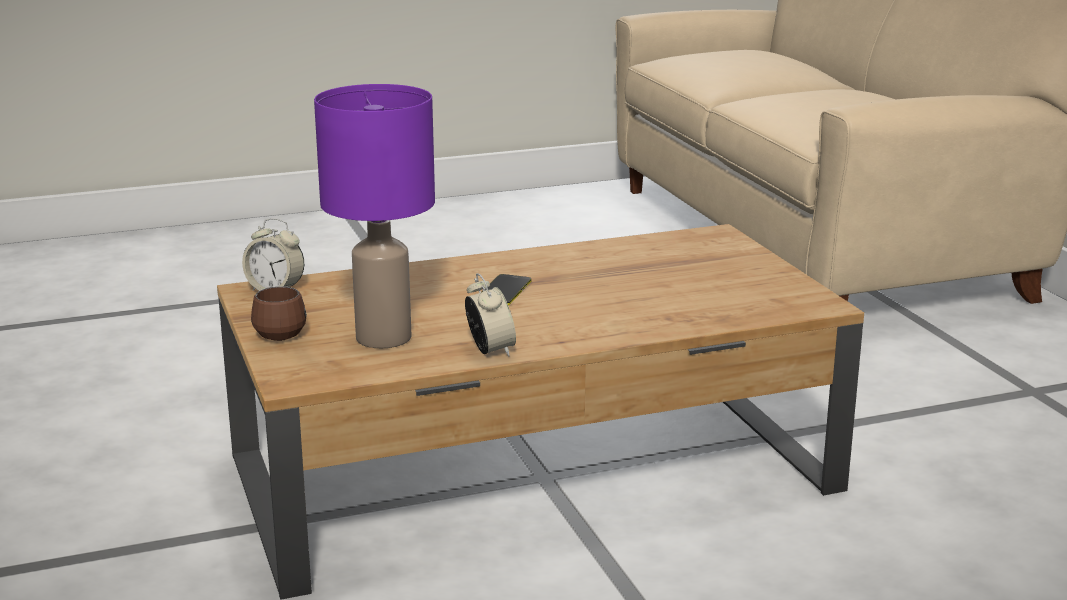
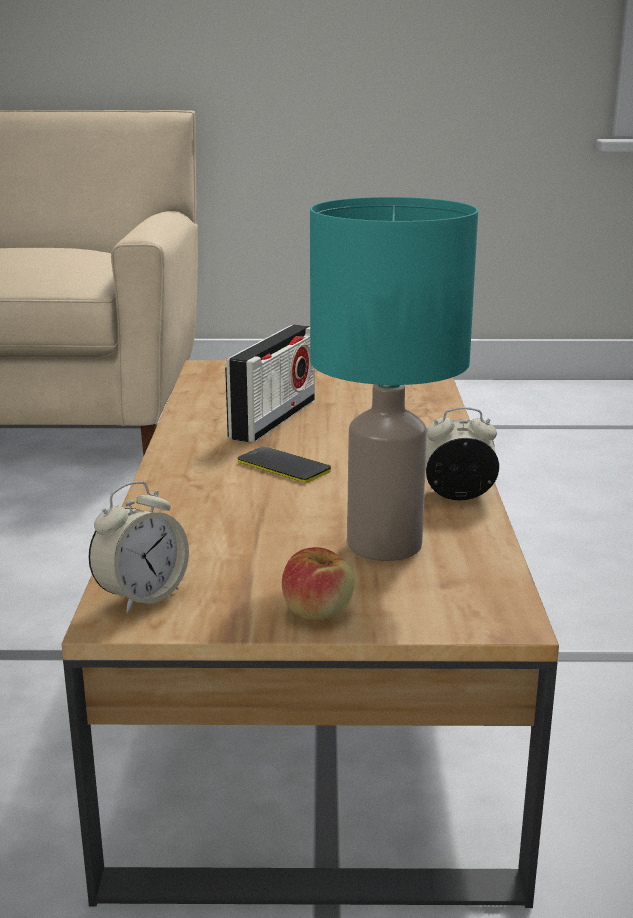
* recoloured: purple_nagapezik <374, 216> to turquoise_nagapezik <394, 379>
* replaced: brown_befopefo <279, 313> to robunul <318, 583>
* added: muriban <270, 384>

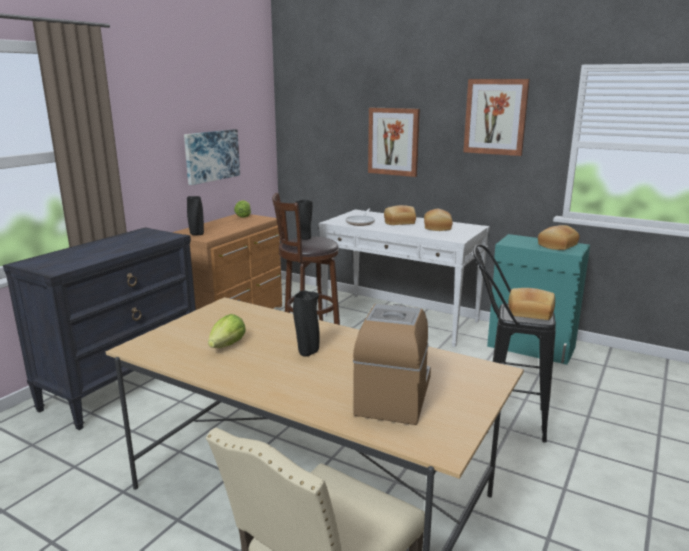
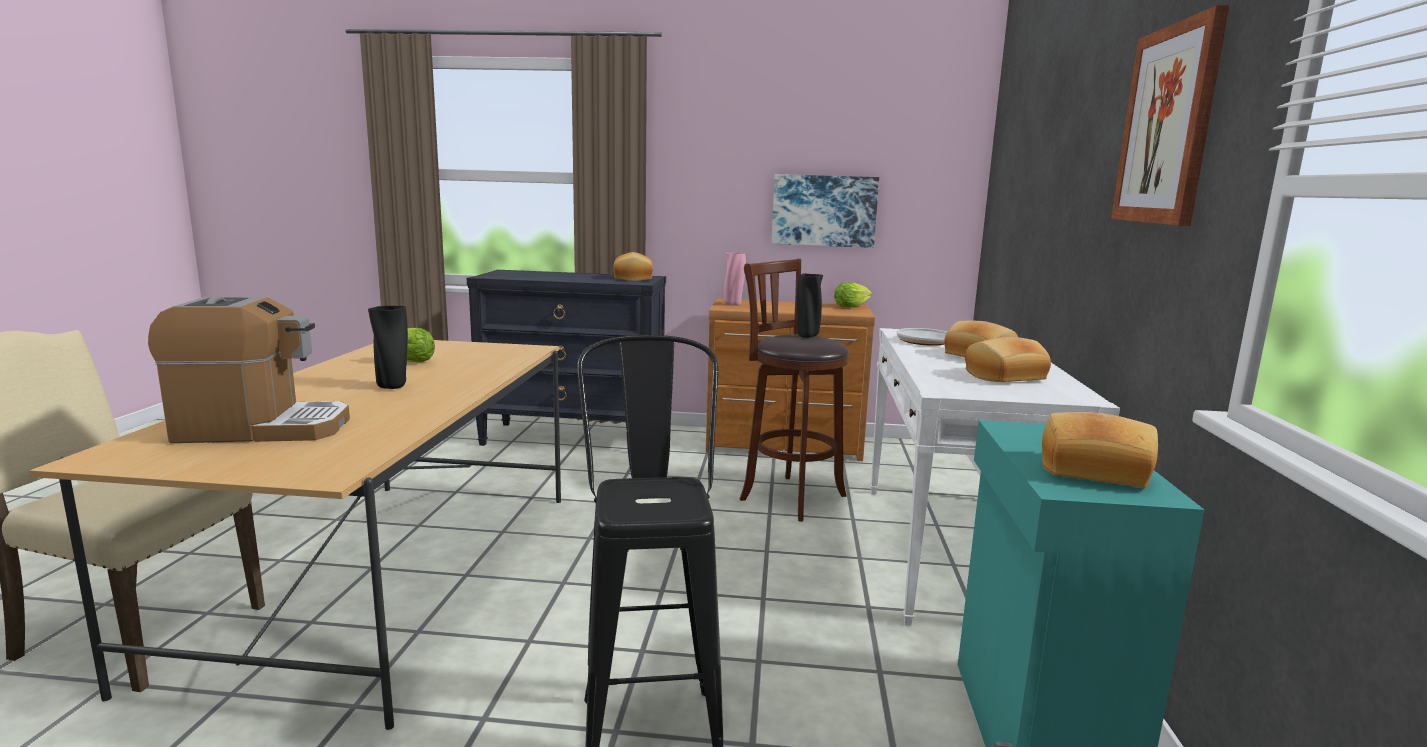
* removed: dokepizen <394, 142>
* recoloured: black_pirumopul <195, 216> to pink_pirumopul <735, 279>
* moved: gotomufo <531, 304> to <633, 266>

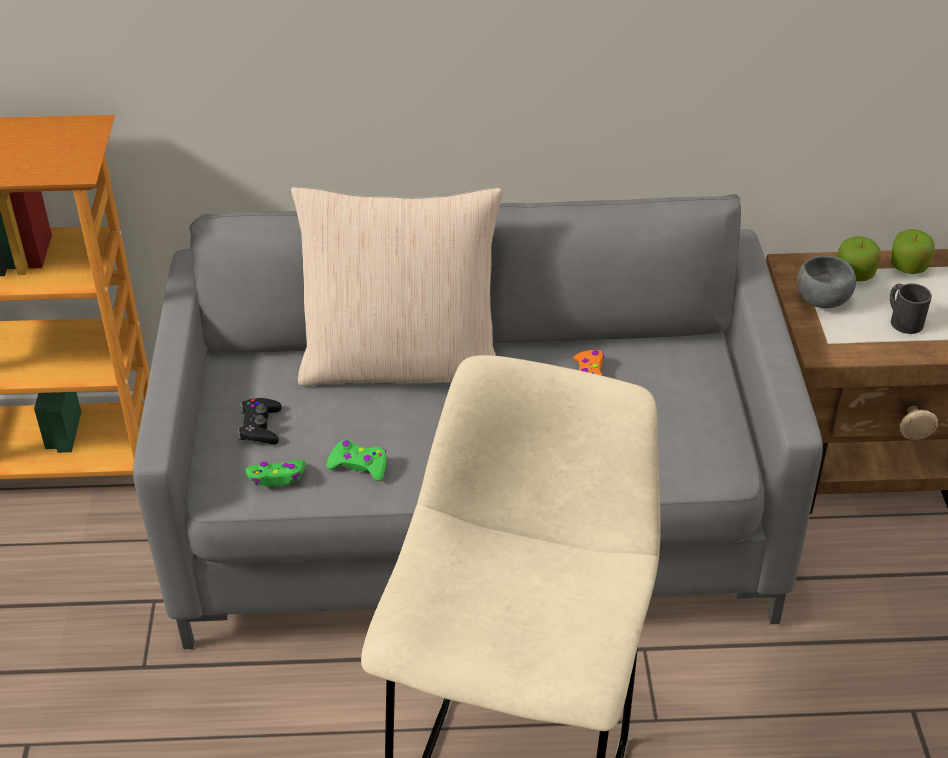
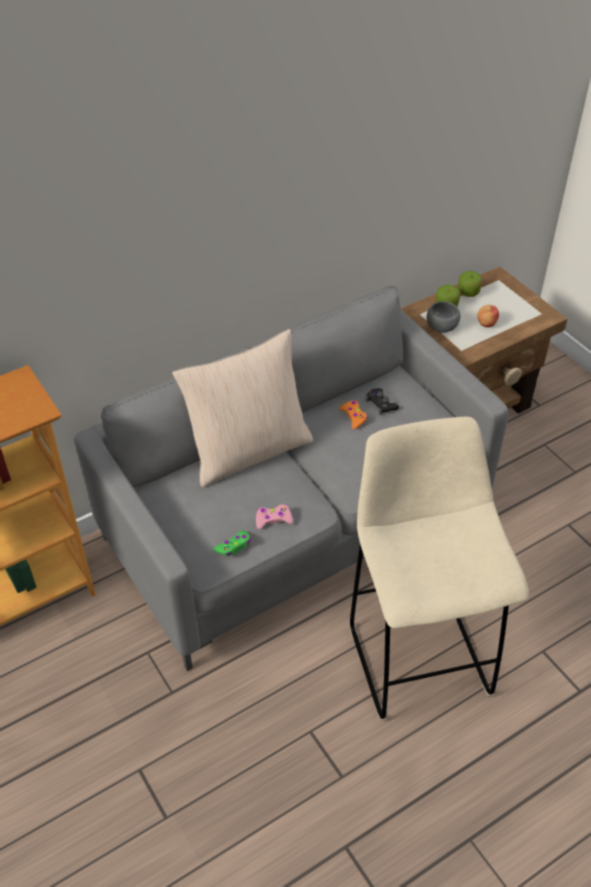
* replaced: black_befopefo <911, 308> to robunul <488, 316>
* moved: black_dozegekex <259, 421> to <382, 401>
* recoloured: green_dozegekex <357, 460> to pink_dozegekex <274, 516>

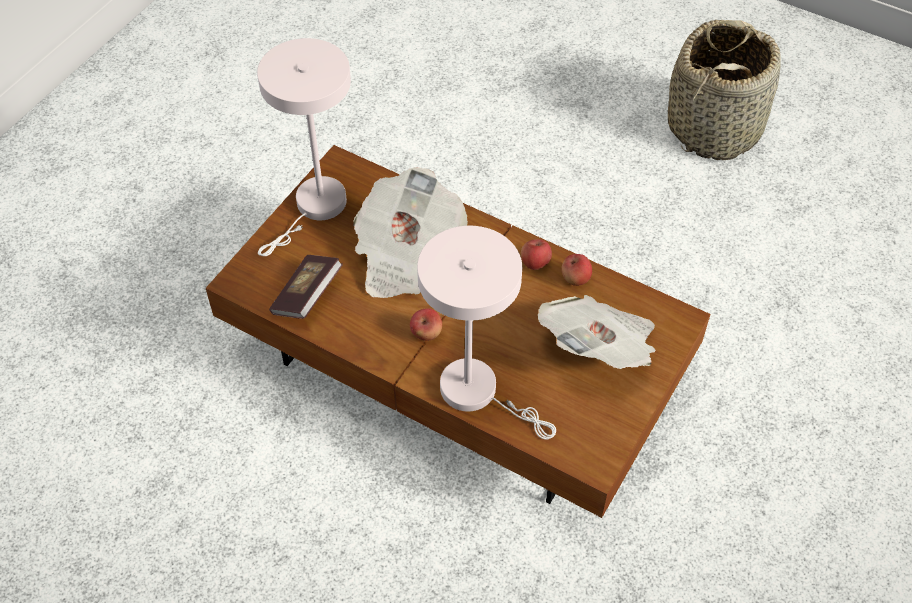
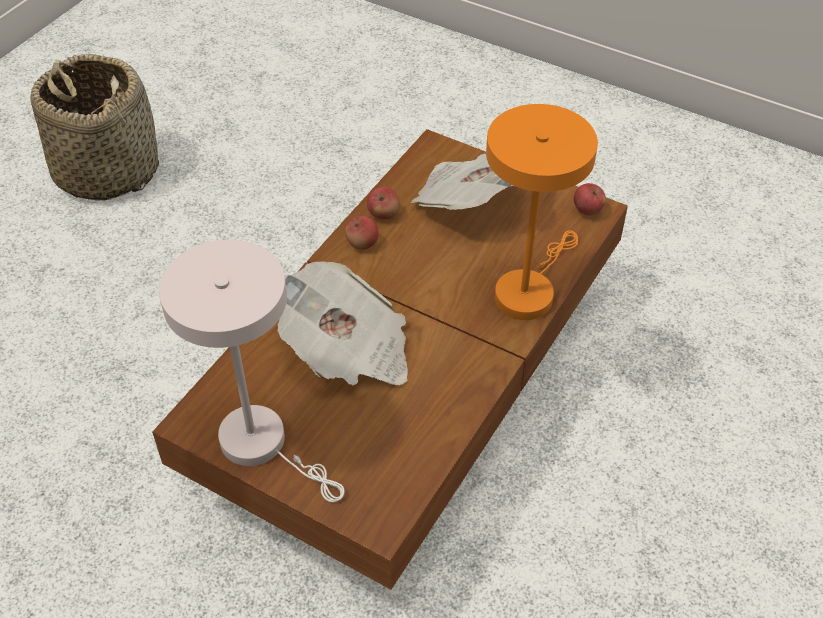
* recoloured: white_nagapezik <486, 333> to orange_nagapezik <542, 212>
* removed: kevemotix <306, 287>
* moved: robunul <426, 324> to <590, 199>

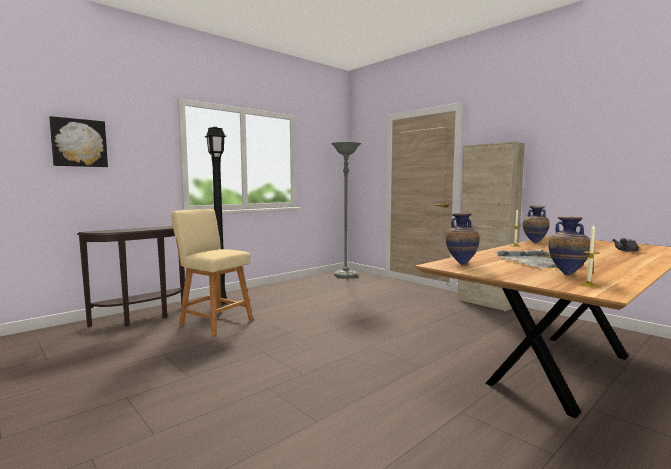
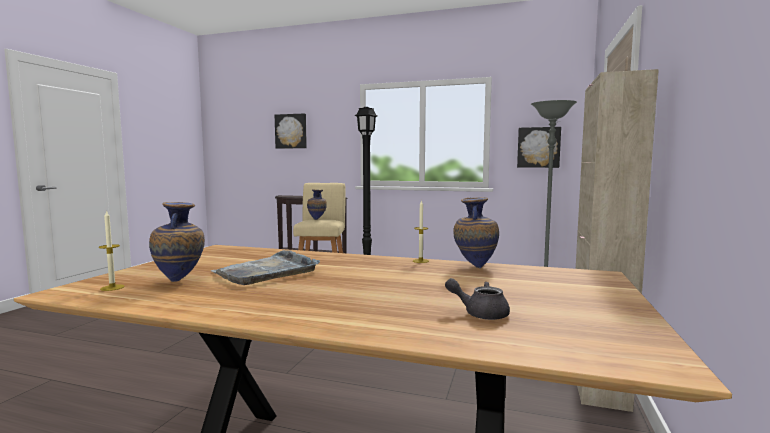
* moved: pirumopul <463, 239> to <317, 204>
* added: dokepizen <539, 147>

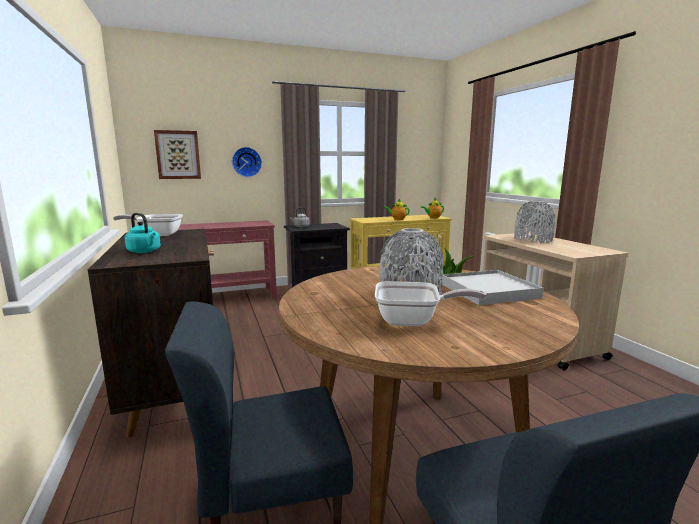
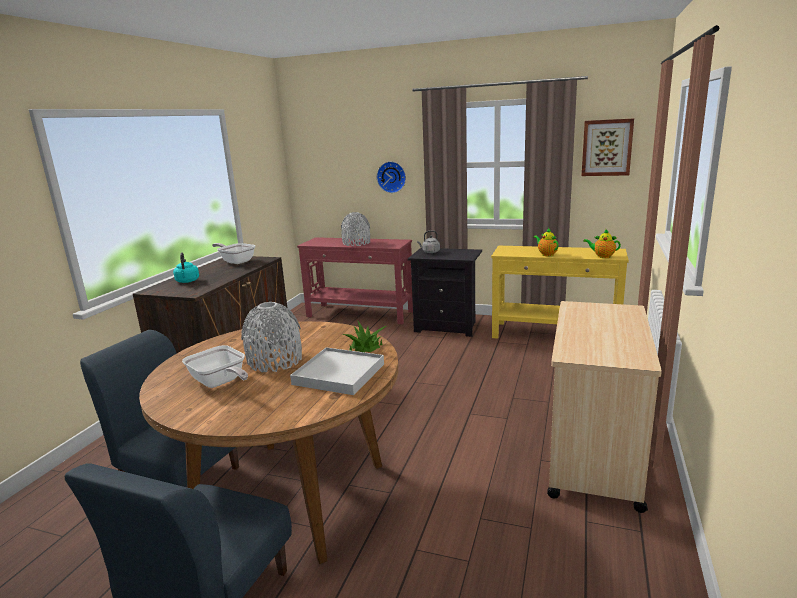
* moved: dokepizen <177, 154> to <608, 147>
* moved: grey_pirumopul <534, 221> to <355, 229>

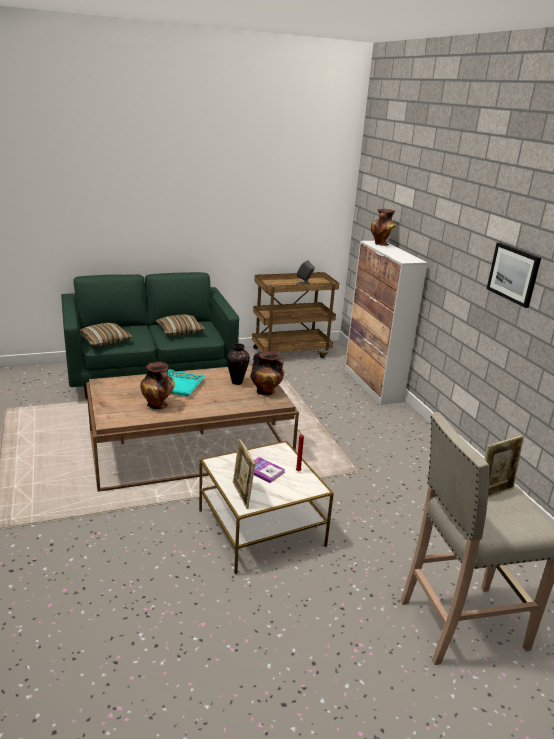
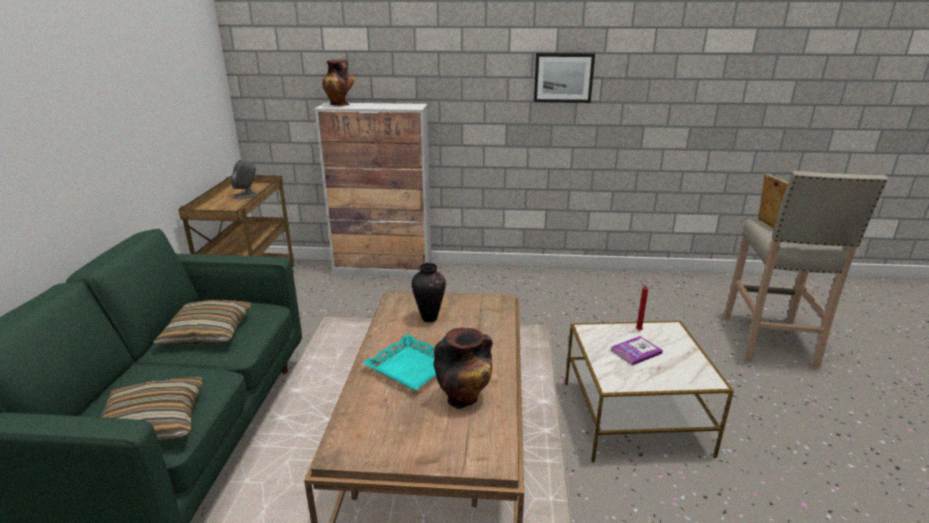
* removed: pirumopul <267, 373>
* removed: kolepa <244, 474>

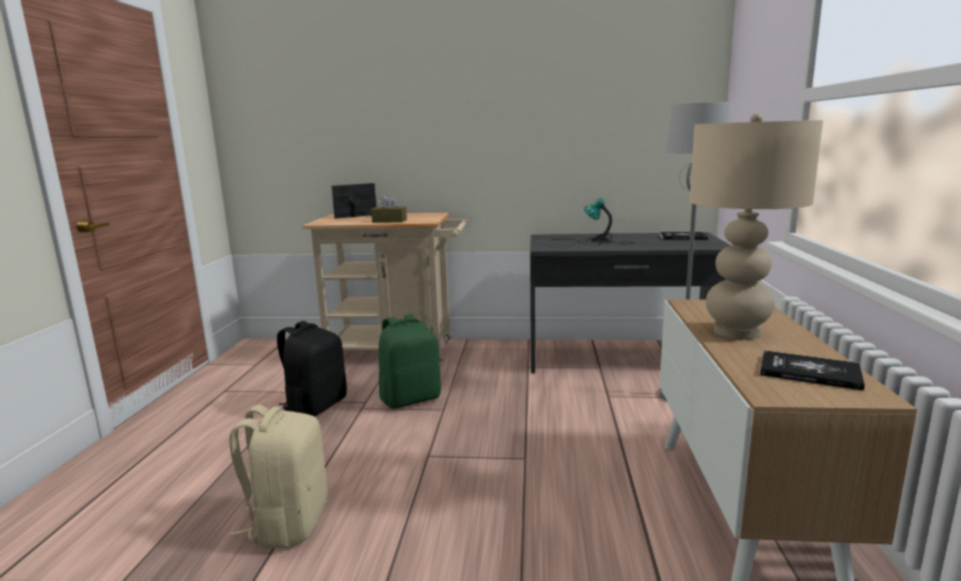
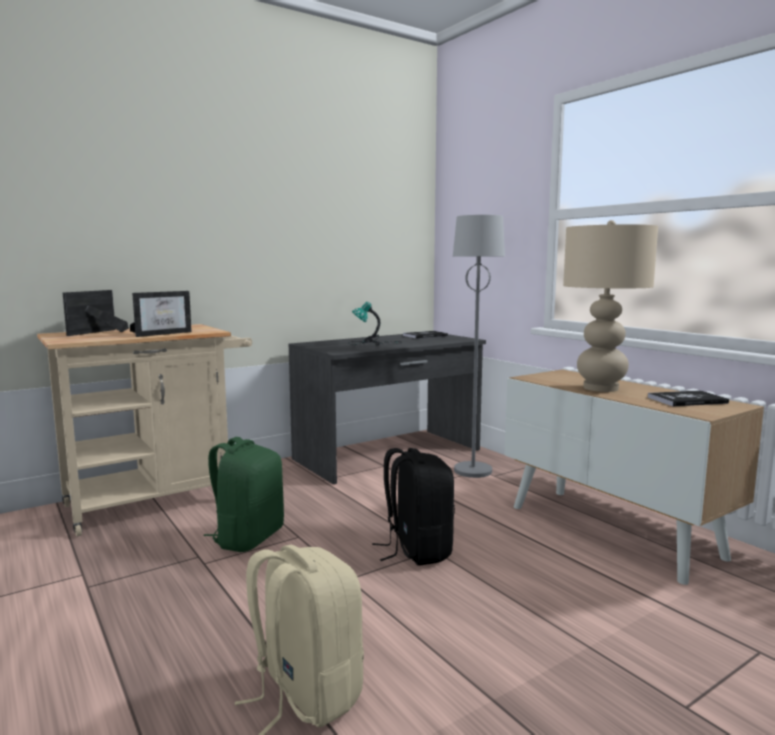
* replaced: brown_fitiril <389, 208> to kolepa <161, 314>
* moved: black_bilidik <312, 369> to <413, 507>

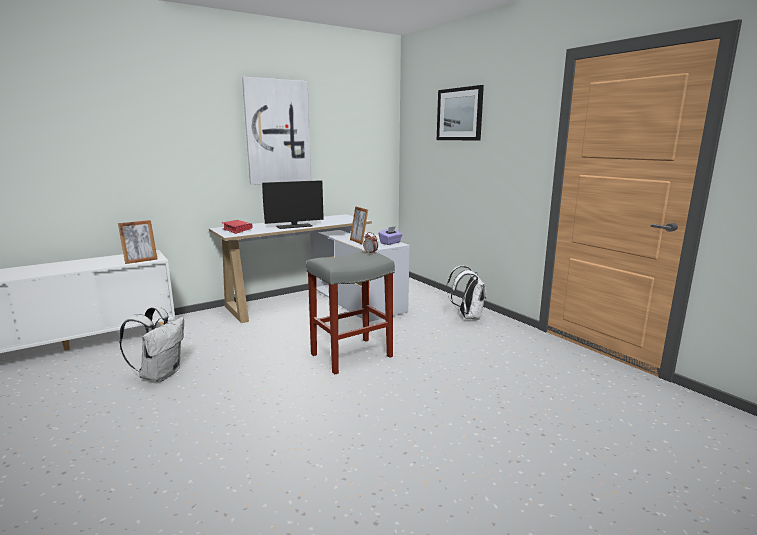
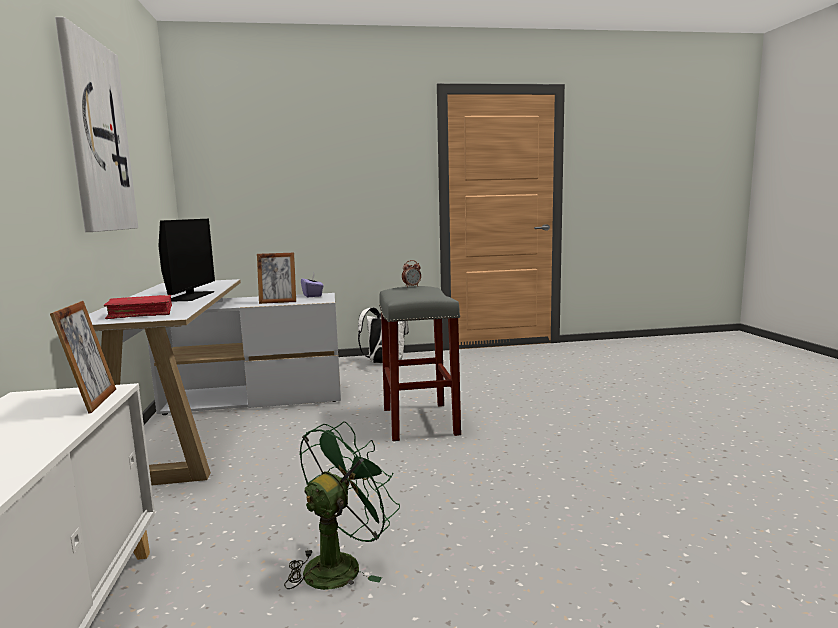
* removed: dokepizen <460, 113>
* replaced: white_bilidik <151, 344> to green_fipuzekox <342, 505>

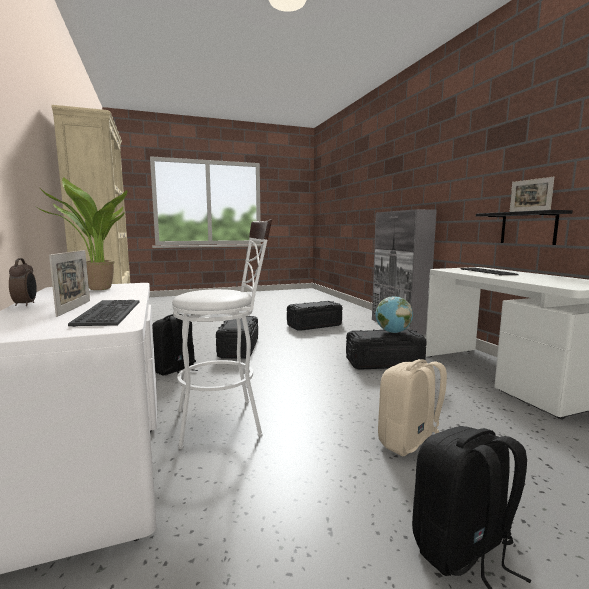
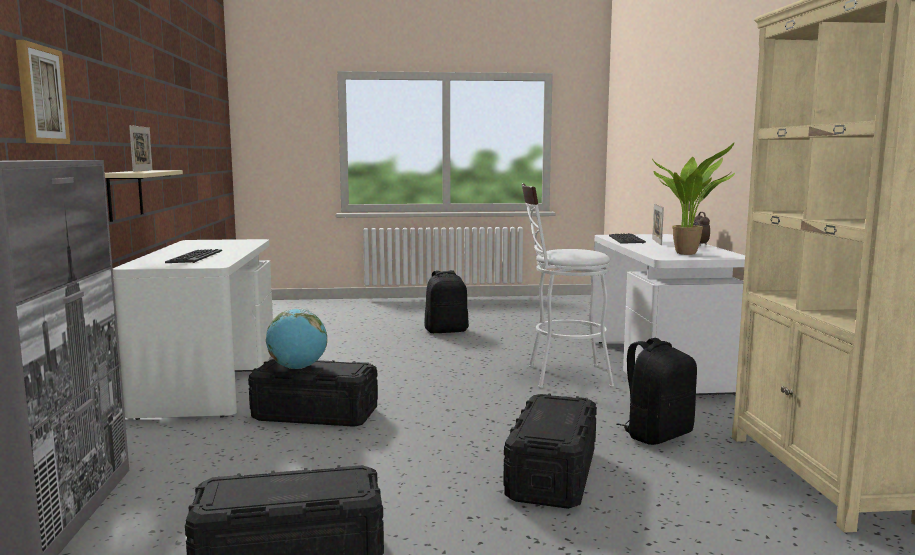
* recoloured: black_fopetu <524, 227> to beige_fopetu <144, 196>
* removed: beige_bilidik <412, 407>
* added: dokepizen <43, 92>

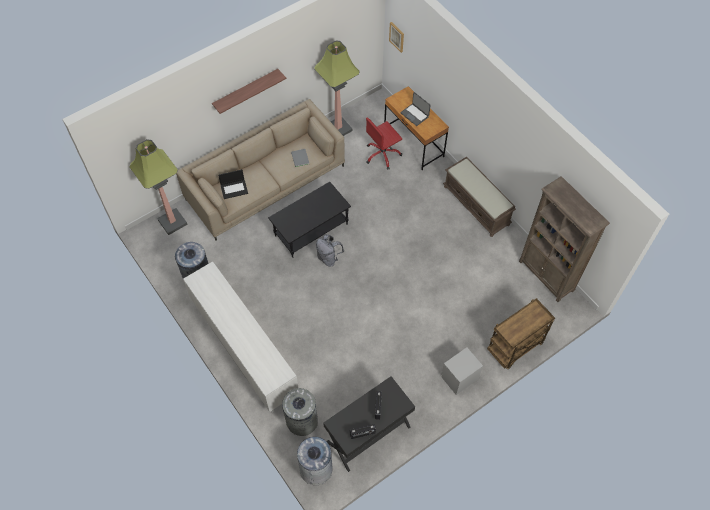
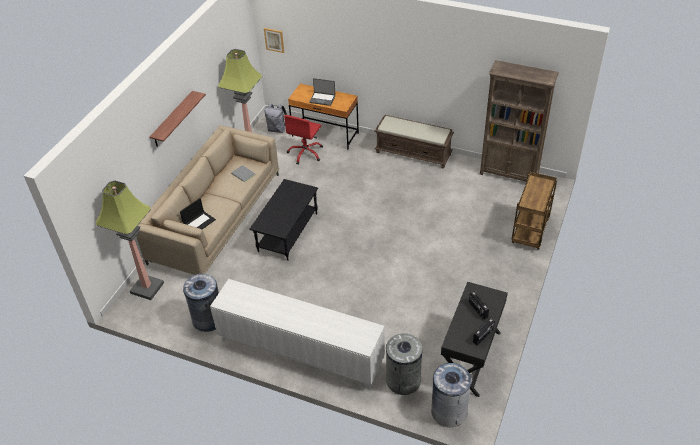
* moved: grey_bilidik <330, 250> to <276, 118>
* removed: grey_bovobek <462, 371>

